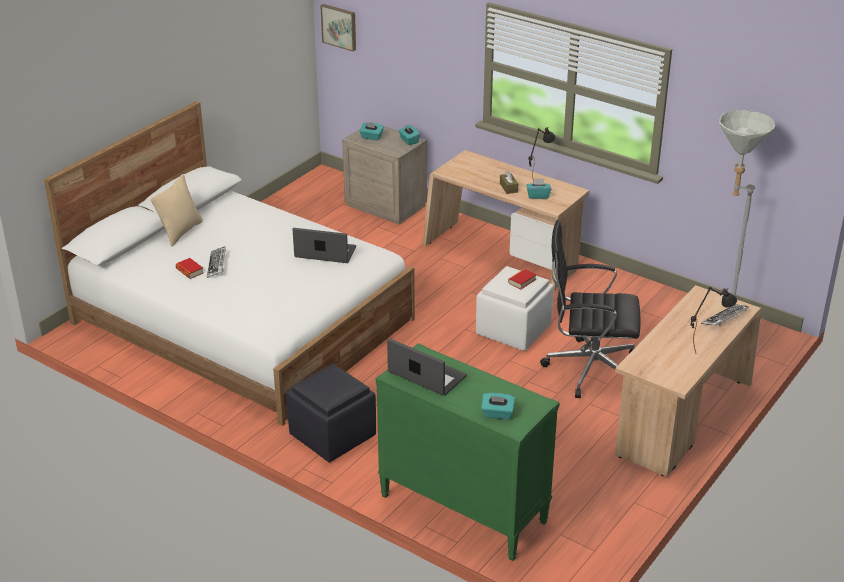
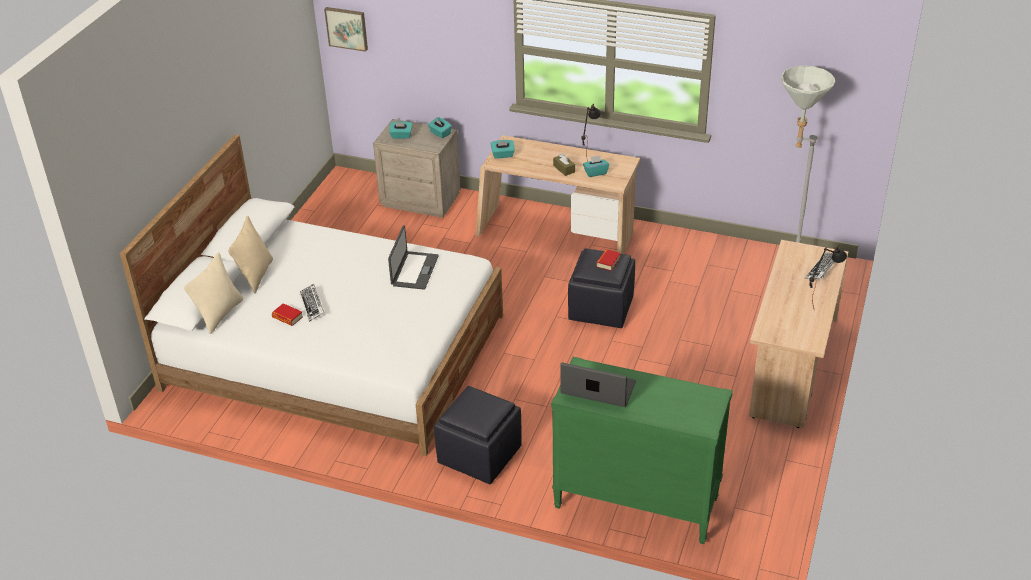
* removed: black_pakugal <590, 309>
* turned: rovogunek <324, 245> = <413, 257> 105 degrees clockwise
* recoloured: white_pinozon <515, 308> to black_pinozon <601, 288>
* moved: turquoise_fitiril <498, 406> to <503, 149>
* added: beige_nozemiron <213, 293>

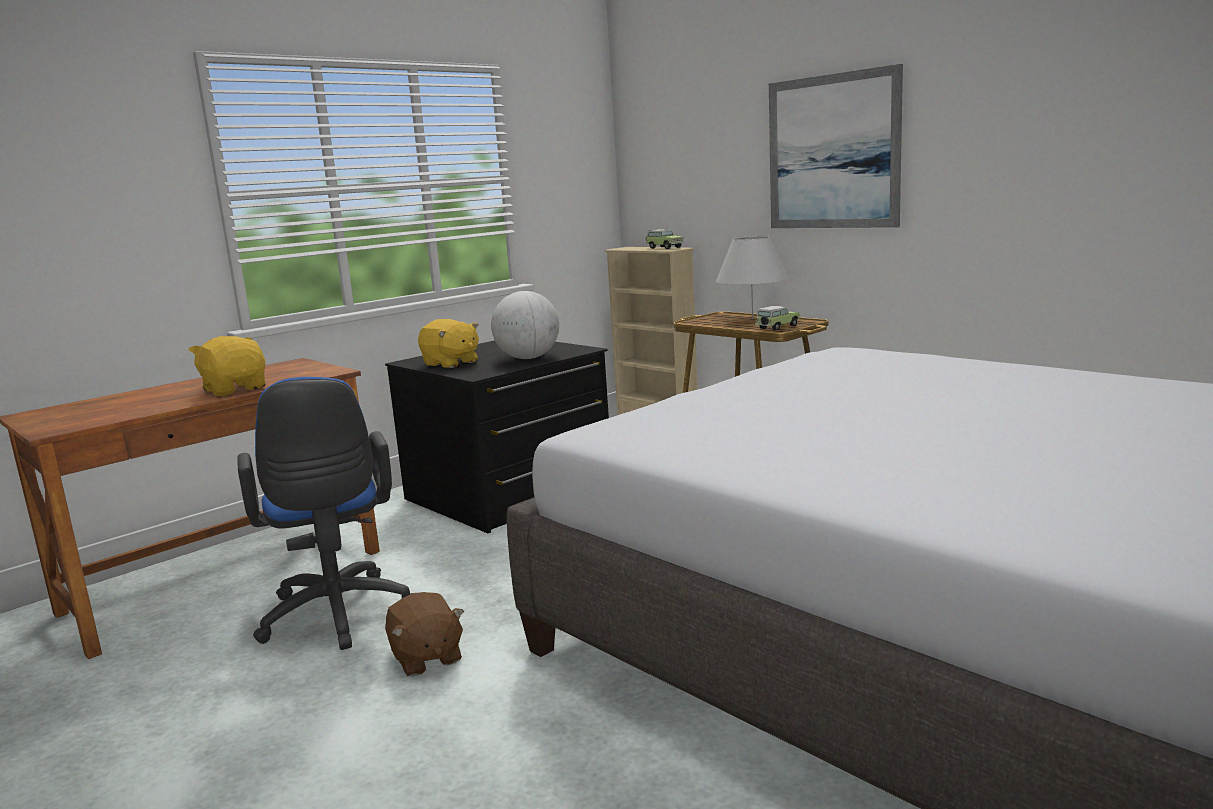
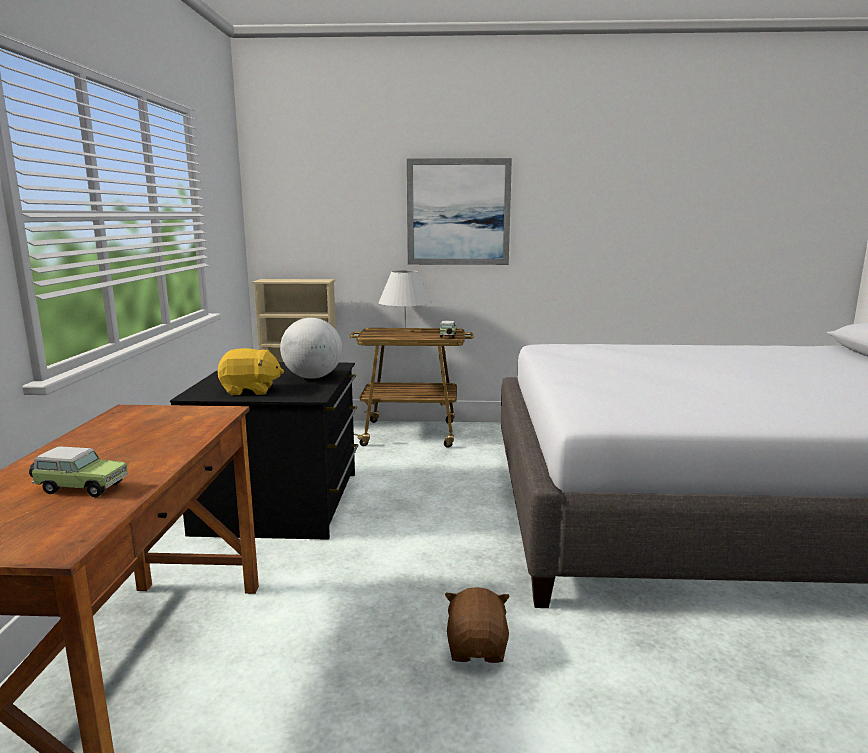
* moved: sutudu <664, 239> to <78, 471>
* removed: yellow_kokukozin <227, 366>
* removed: blue_pakugal <324, 513>
* turned: brown_kokukozin <424, 634> = <477, 625> 105 degrees counterclockwise

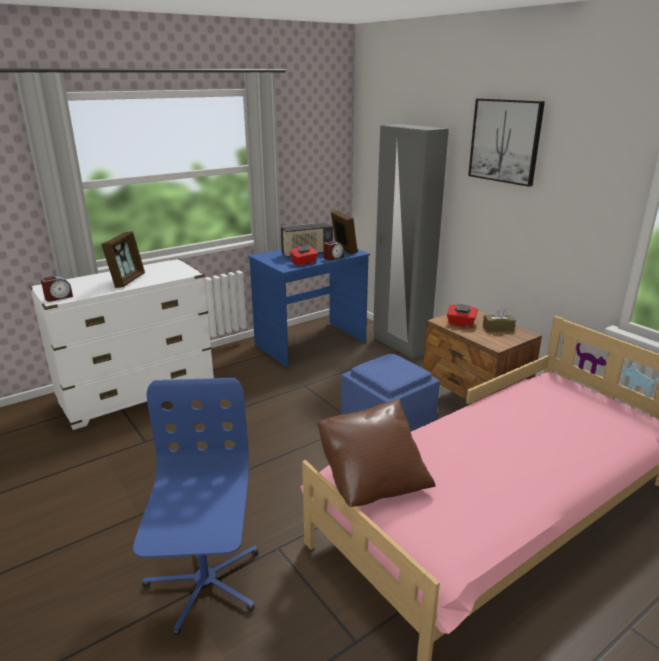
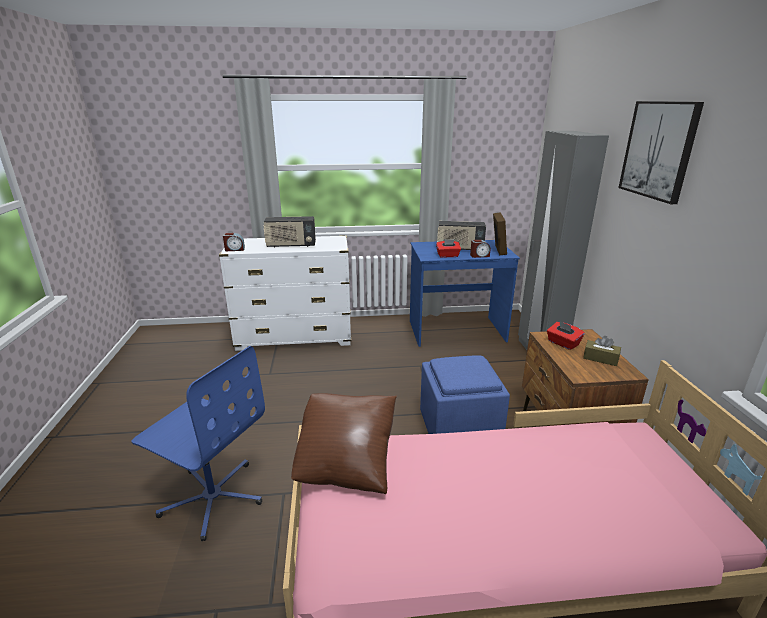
* replaced: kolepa <123, 259> to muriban <290, 232>
* turned: blue_pakugal <195, 507> = <198, 443> 90 degrees clockwise

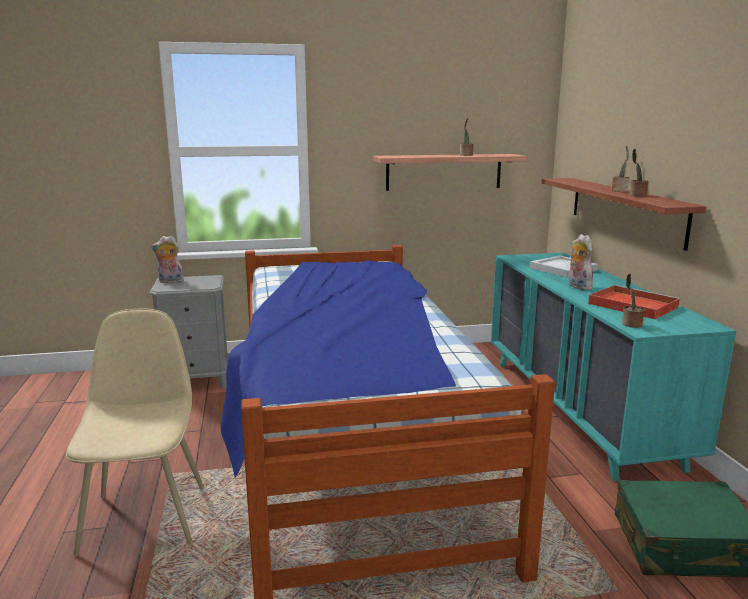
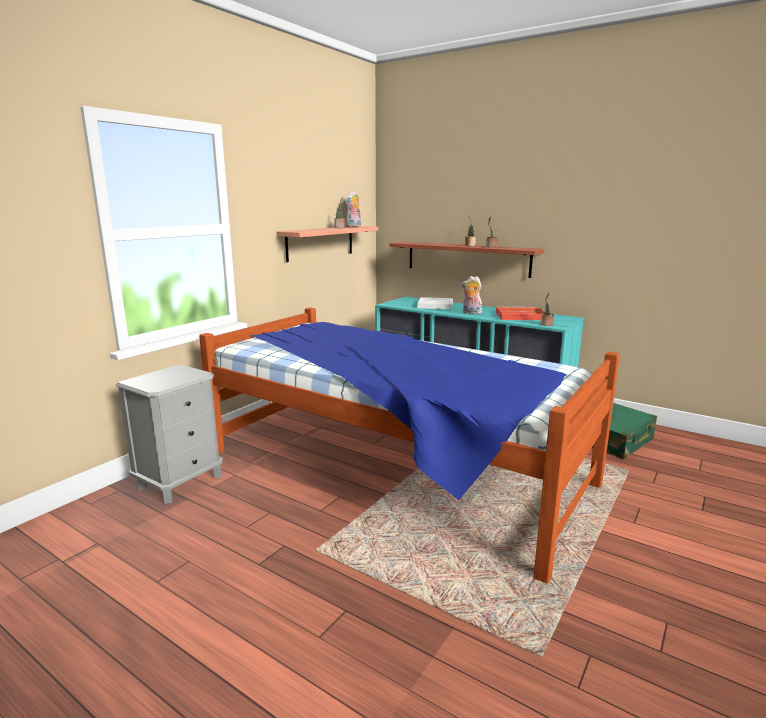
* moved: kokukozin <167, 259> to <353, 209>
* removed: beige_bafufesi <135, 432>

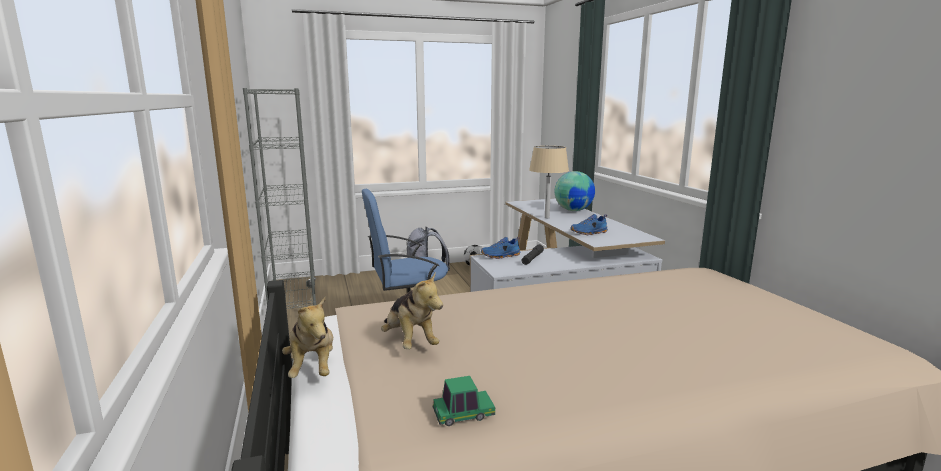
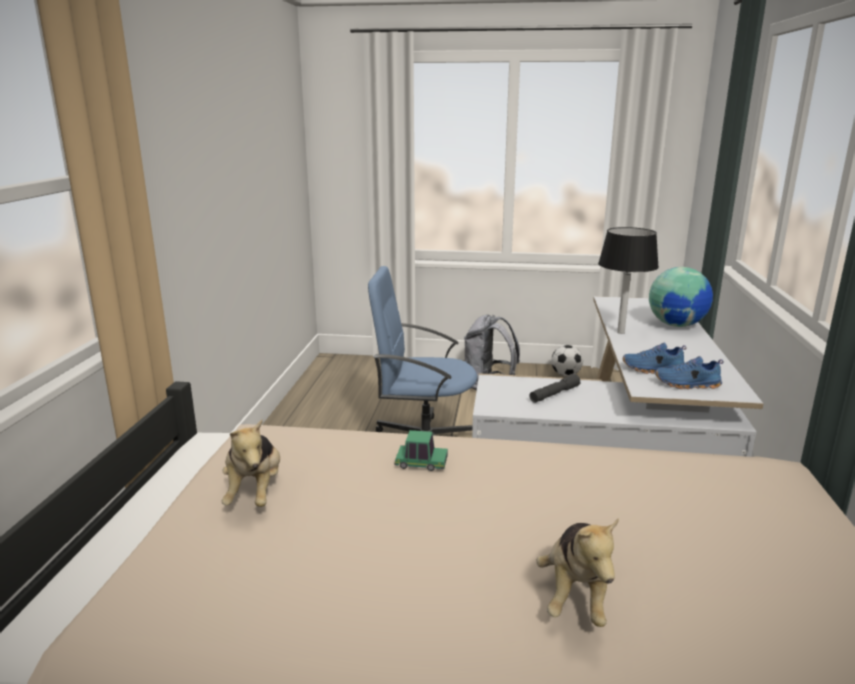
* removed: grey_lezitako <279, 198>
* recoloured: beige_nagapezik <549, 182> to black_nagapezik <628, 280>
* moved: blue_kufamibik <501, 248> to <689, 372>
* moved: kokukozin <307, 337> to <577, 572>
* moved: sutudu <464, 401> to <421, 450>

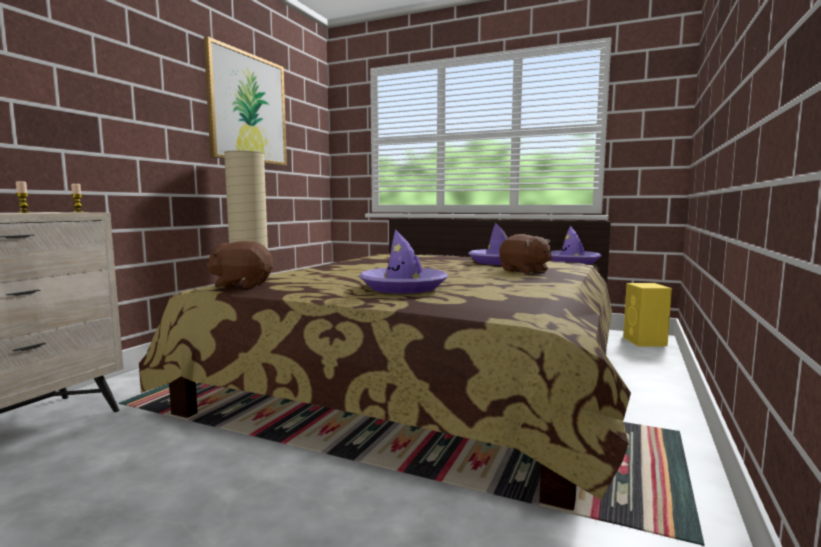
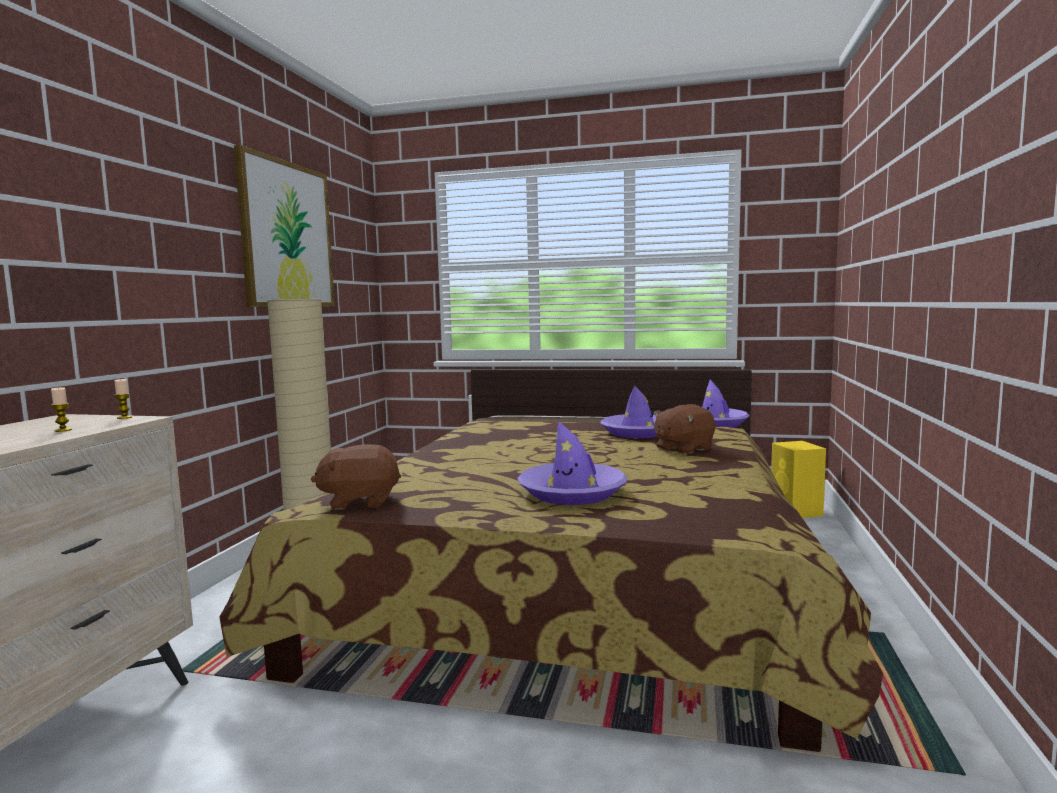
* turned: brown_kokukozin <525, 254> = <684, 429> 105 degrees clockwise

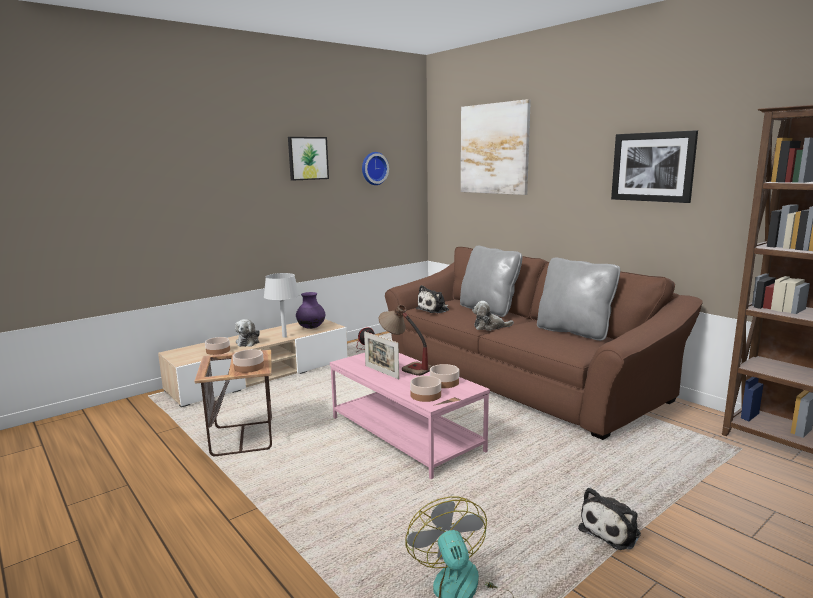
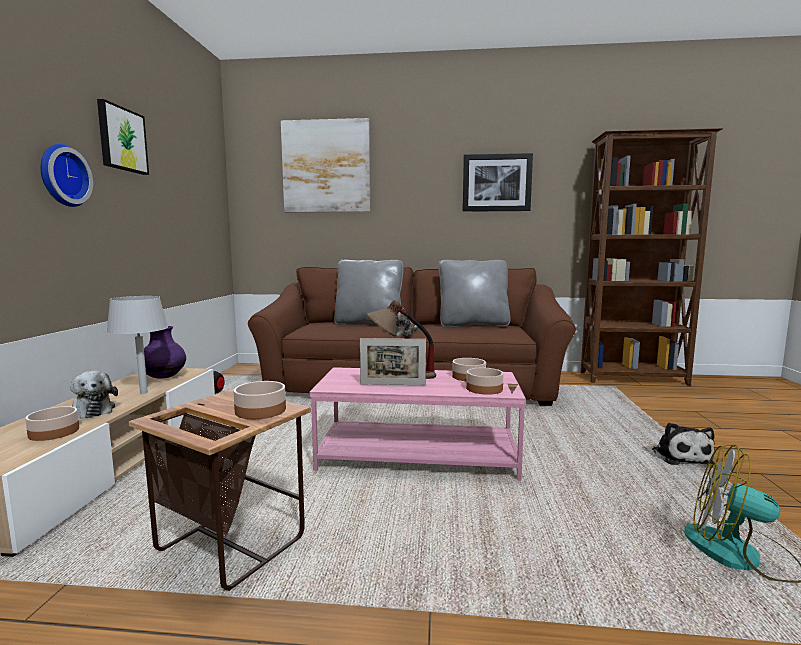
* moved: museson <375, 168> to <66, 175>
* removed: kokukozin <432, 299>

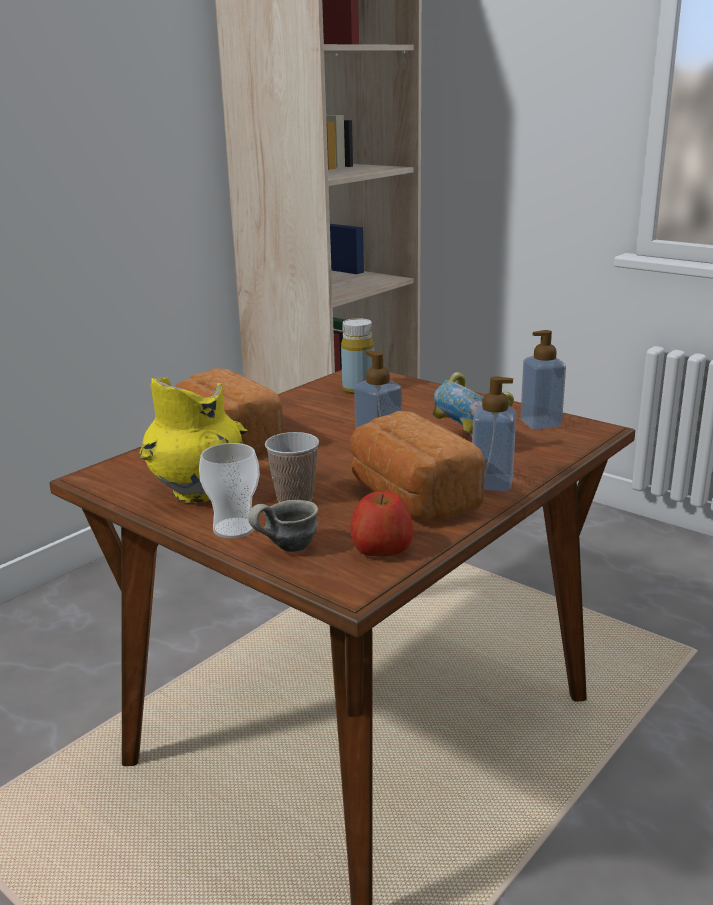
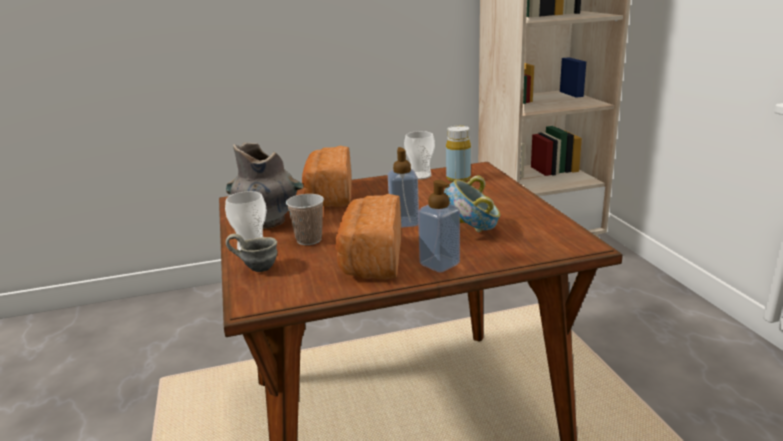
* removed: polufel <543, 380>
* recoloured: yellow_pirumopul <194, 440> to grey_pirumopul <265, 185>
* removed: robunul <381, 524>
* added: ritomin <419, 155>

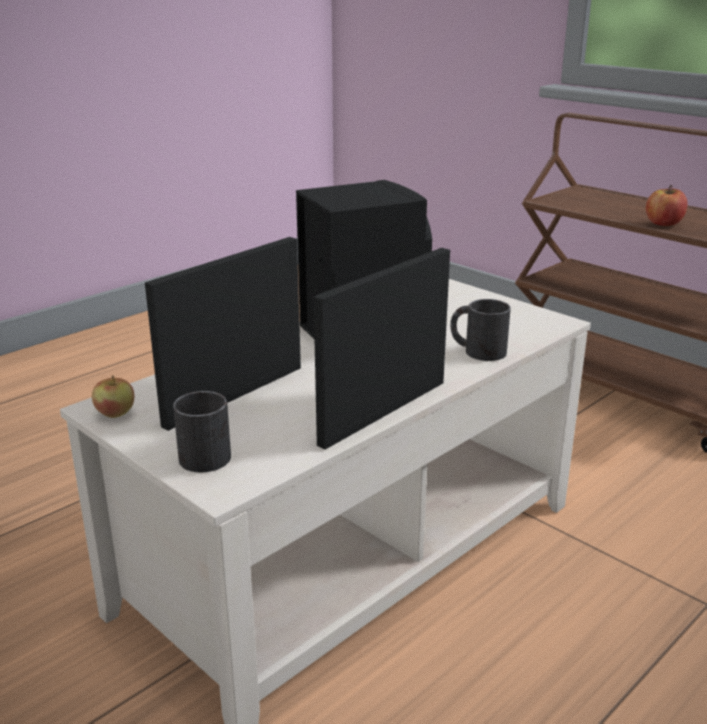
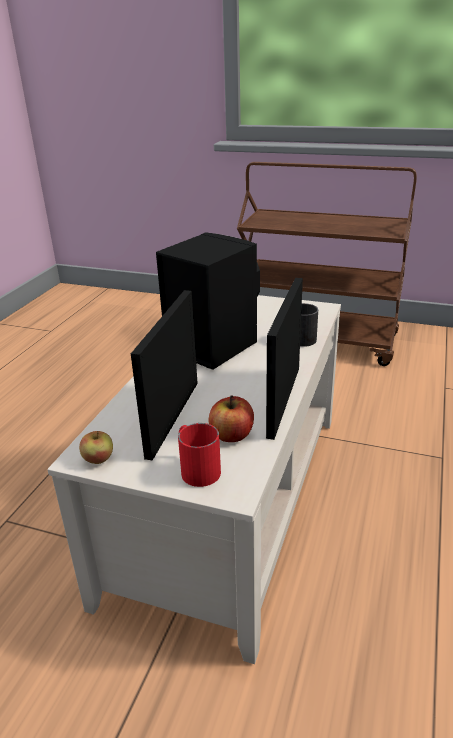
* moved: robunul <667, 205> to <231, 418>
* recoloured: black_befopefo <202, 431> to red_befopefo <199, 455>

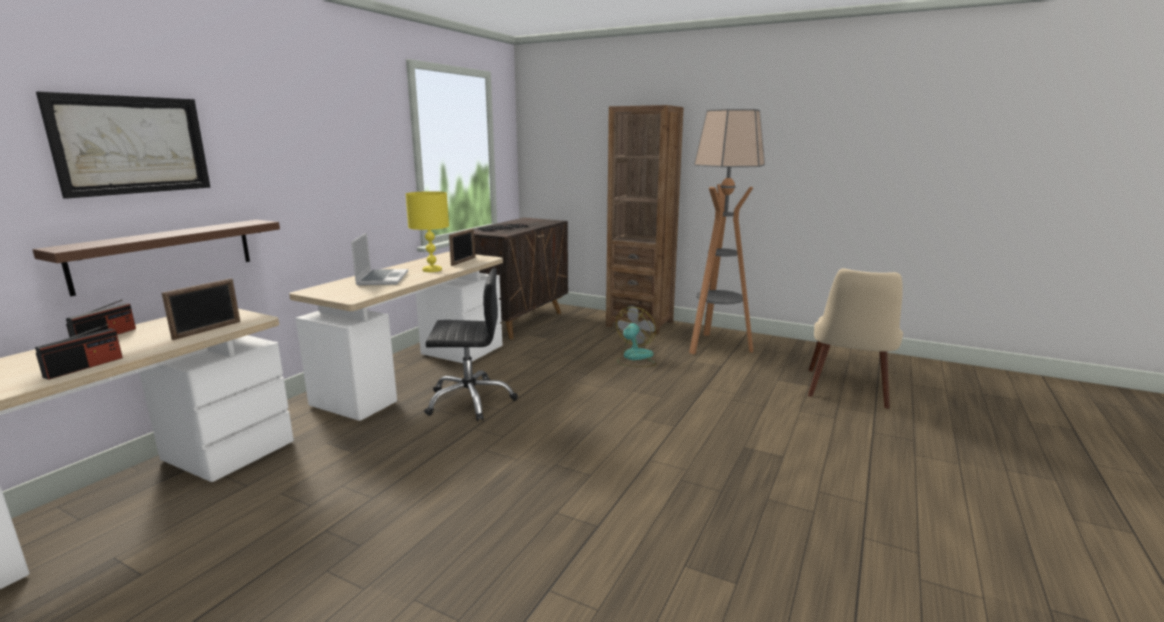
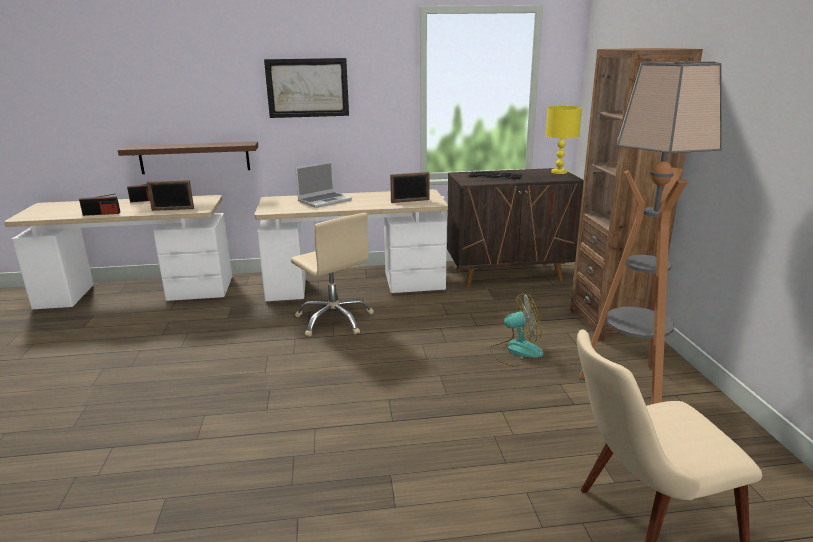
* moved: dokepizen <123, 145> to <306, 88>
* moved: yellow_nagapezik <427, 231> to <563, 140>
* recoloured: black_pakugal <471, 344> to beige_pakugal <332, 275>

